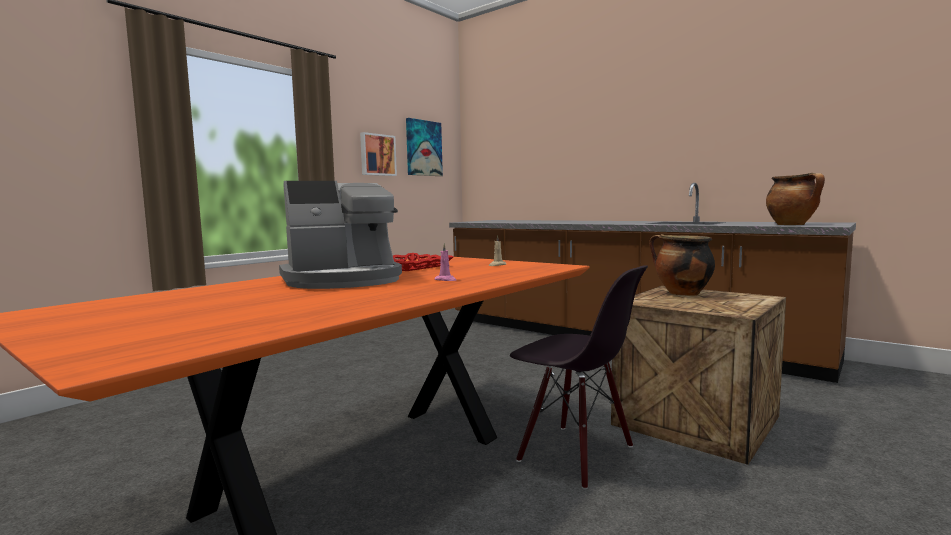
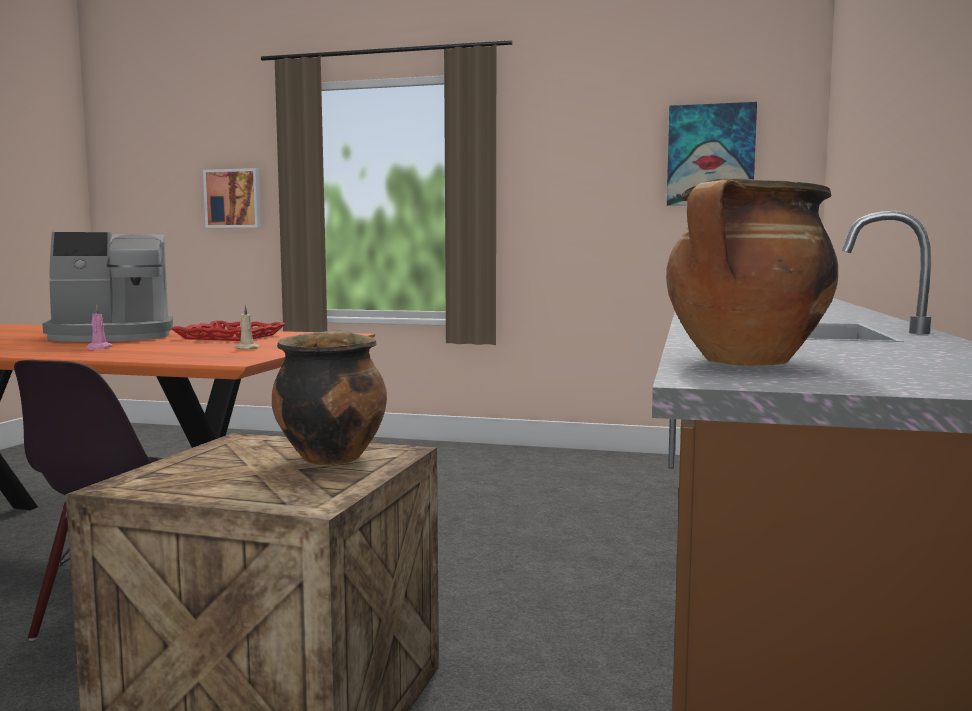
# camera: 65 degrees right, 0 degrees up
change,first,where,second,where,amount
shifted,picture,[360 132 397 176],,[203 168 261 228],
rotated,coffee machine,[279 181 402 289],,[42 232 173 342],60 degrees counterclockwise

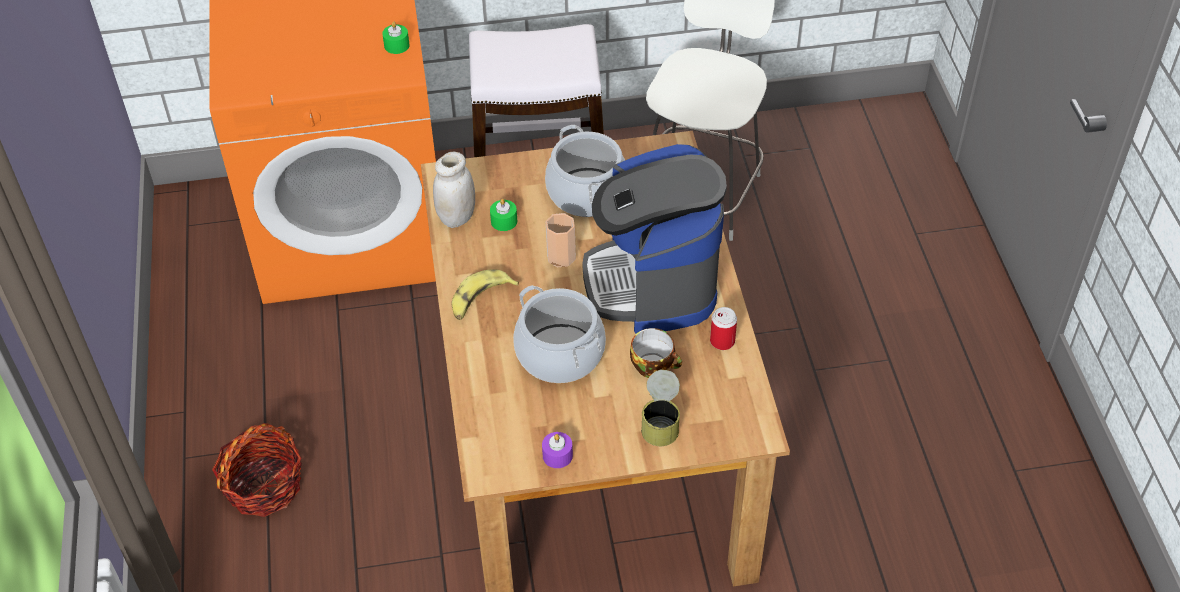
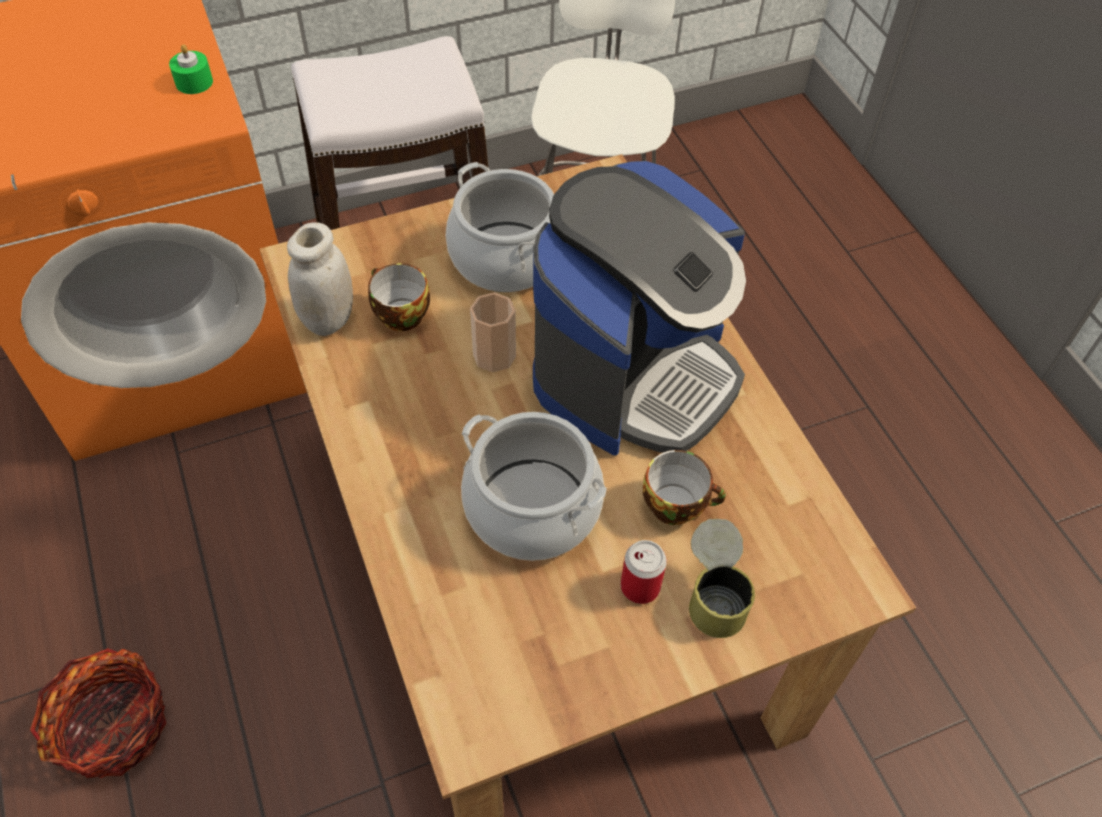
# camera: 15 degrees left, 5 degrees up
change,first,where,second,where,amount
rotated,coffee machine,[583 144 727 334],,[533 161 746 456],120 degrees counterclockwise
swapped,wax candle/green,[490 199 517 231],small cup,[368 263 430 331],
gone,banana fruit,[452 269 519 320],,,
shifted,can,[710 307 737 350],,[621 540 667 604],
gone,wax candle/purple-coloured,[542 432 573 468],,,

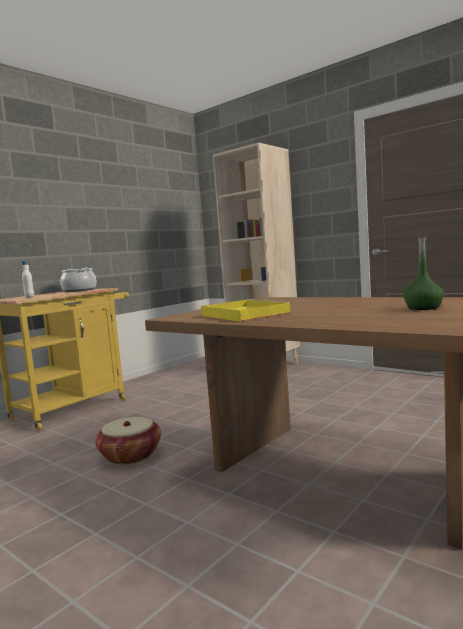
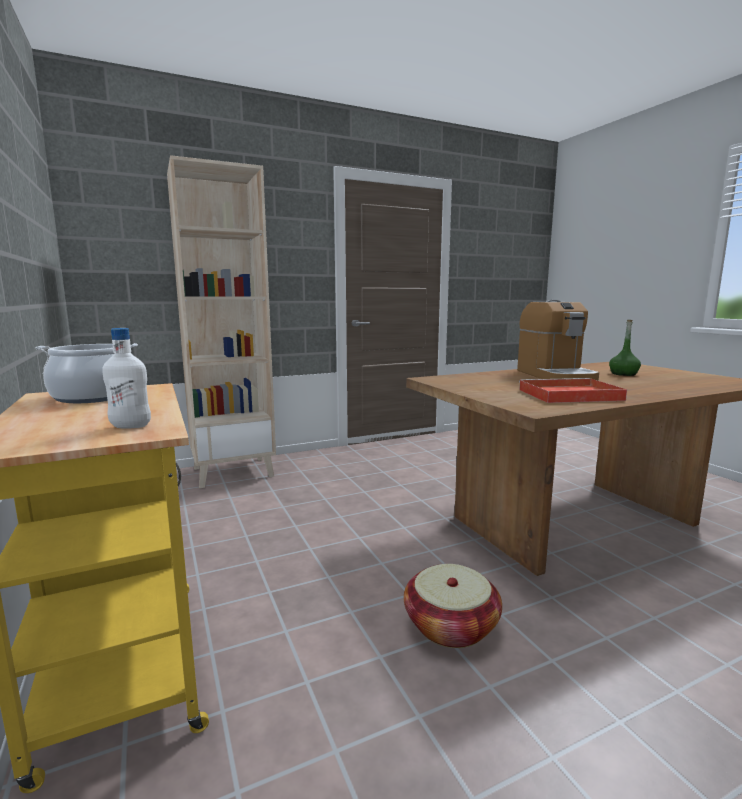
# camera: 65 degrees left, 5 degrees up
change,first,where,second,where,amount
repainted,serving tray/yellow,[201 299 292 322],serving tray/reddish,[519 378 627 403],
new,,,coffee machine,[517 300 599 381],

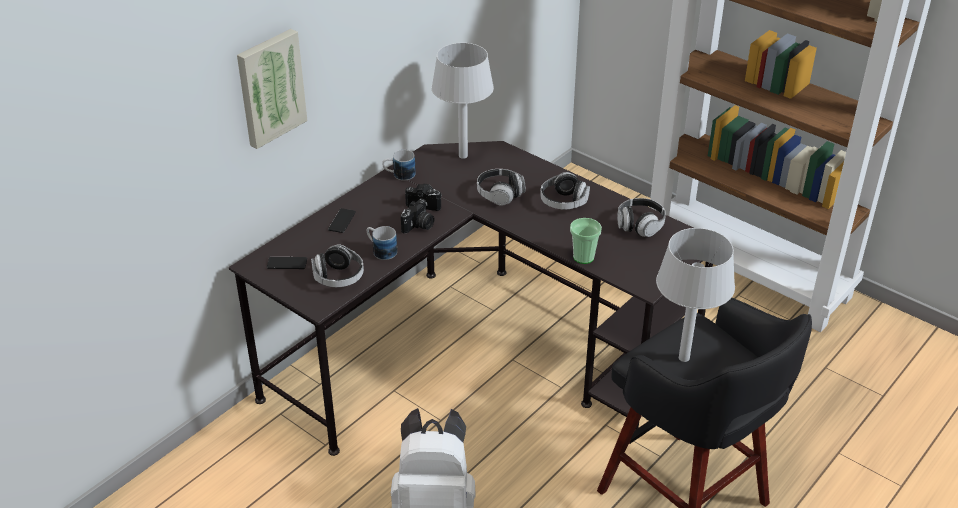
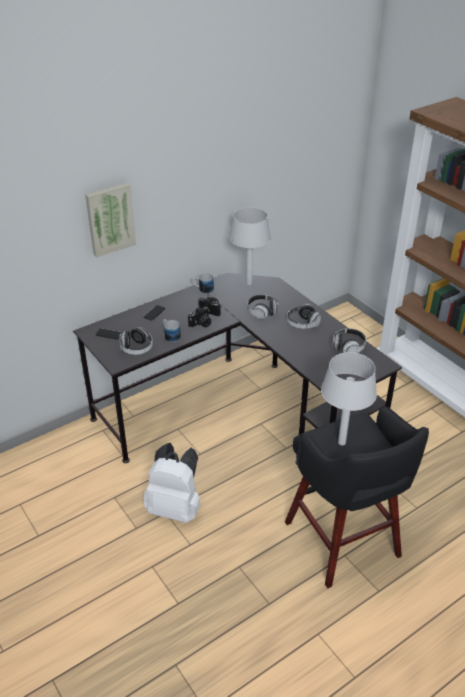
# camera: 15 degrees right, 0 degrees up
change,first,where,second,where,amount
gone,small cup,[570 218 602 264],,,

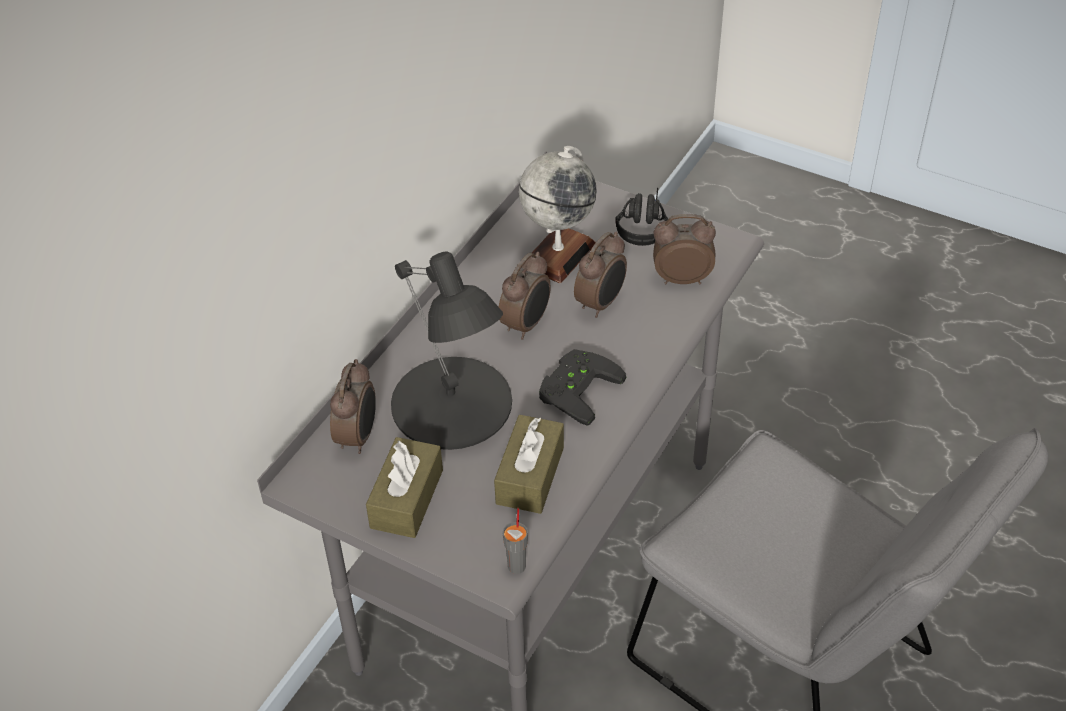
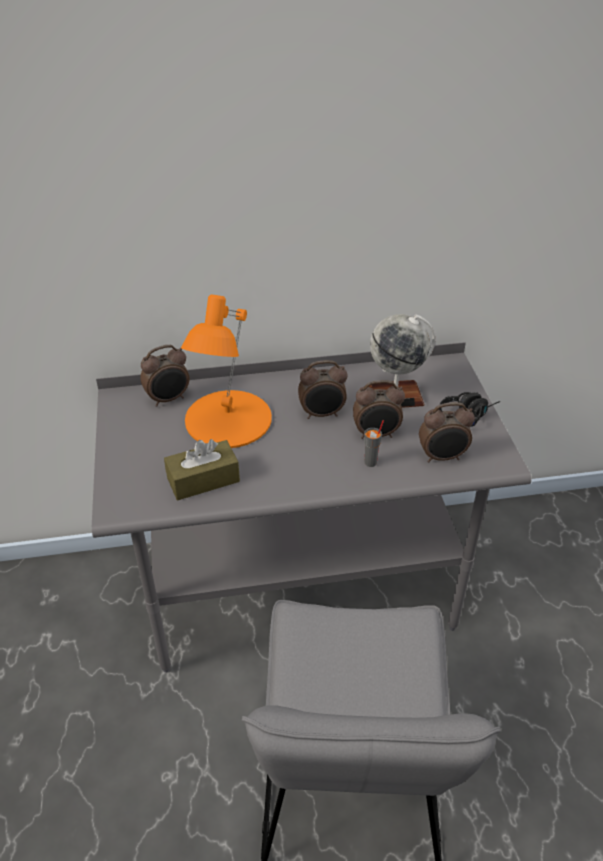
# camera: 50 degrees right, 5 degrees down
change,first,where,second,where,amount
rotated,bedside clock,[653 214 716 285],,[419 402 475 463],120 degrees clockwise
repainted,lamp for a table/black,[391 251 512 450],lamp for a table/orange,[181 294 272 448],
gone,game controller/black,[539 349 626 426],,,
gone,tissue holder/brown,[366 437 443 538],,,
shifted,small cup/grey,[502 508 528 574],,[364 420 384 467],

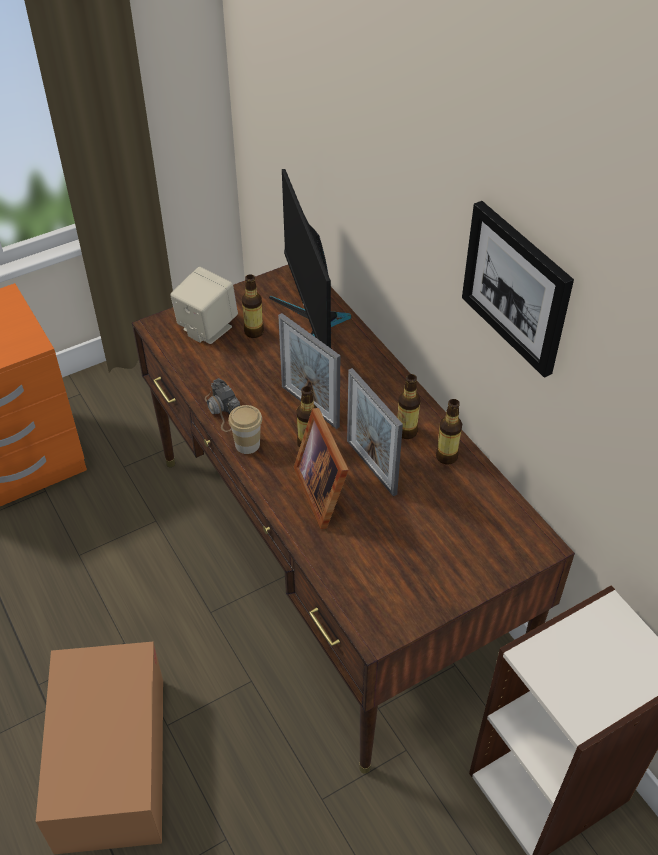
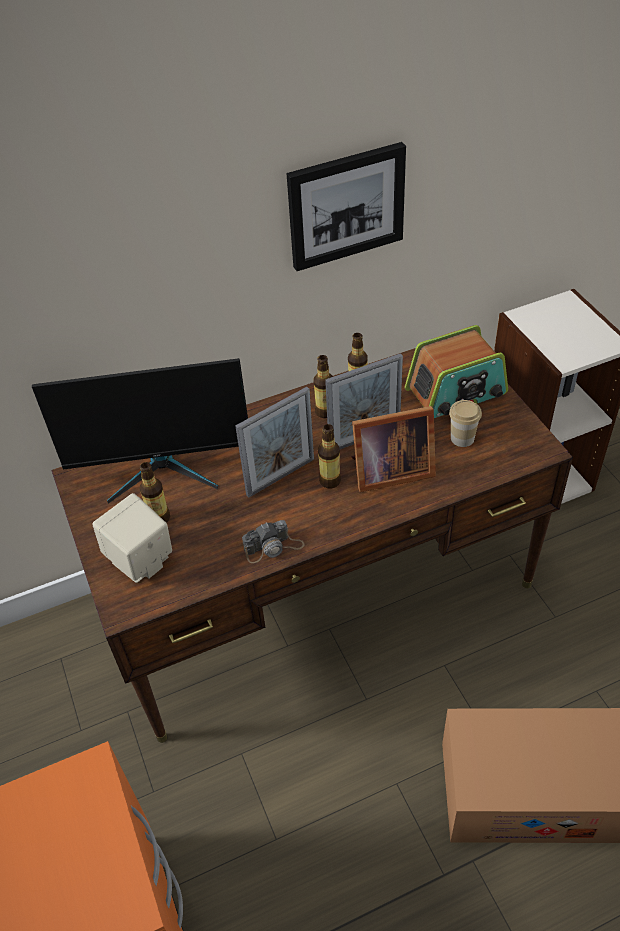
# camera: 80 degrees left, 0 degrees up
change,first,where,second,where,amount
shifted,small cup,[228 405 262 454],,[449 400 482 447],
new,,,radio receiver,[404 325 508 418],

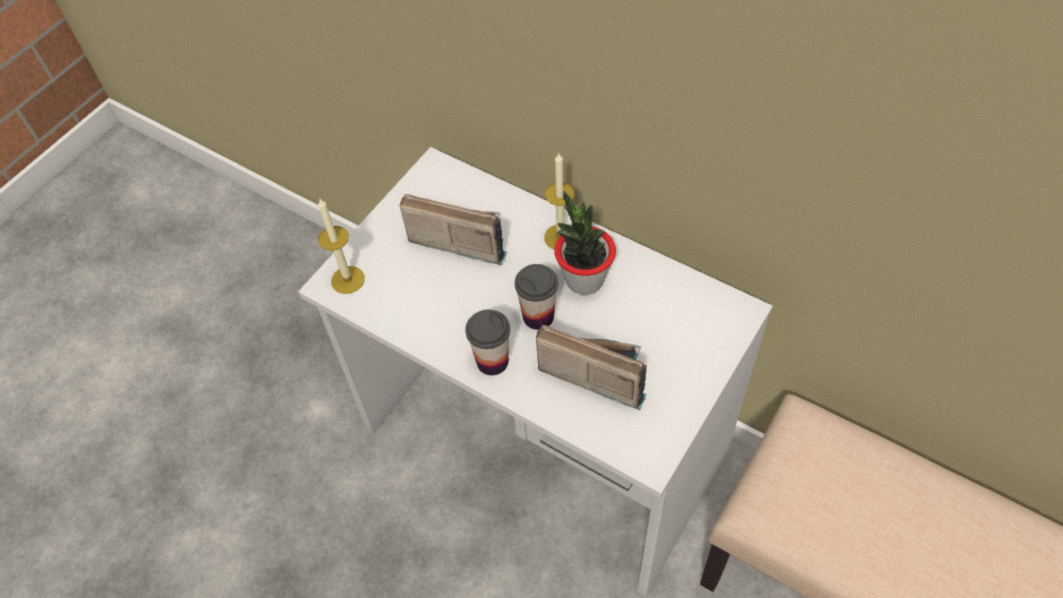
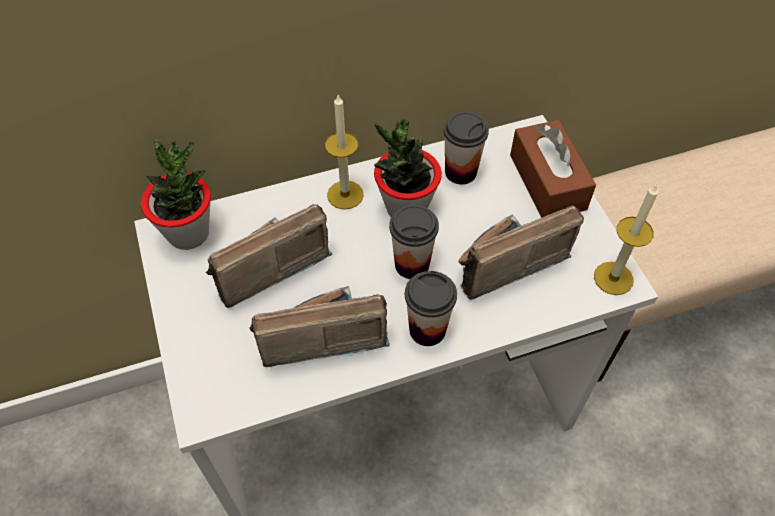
# camera: 55 degrees left, 0 degrees up
change,first,where,second,where,amount
shifted,wax candle,[318 199 365 294],,[594 184 658 295],
new,,,small cup,[443 111 489 184],
new,,,tissue holder/brown,[510 120 596 218],
new,,,potted plant,[141 139 211 250],
new,,,radio receiver,[249 286 390 367],

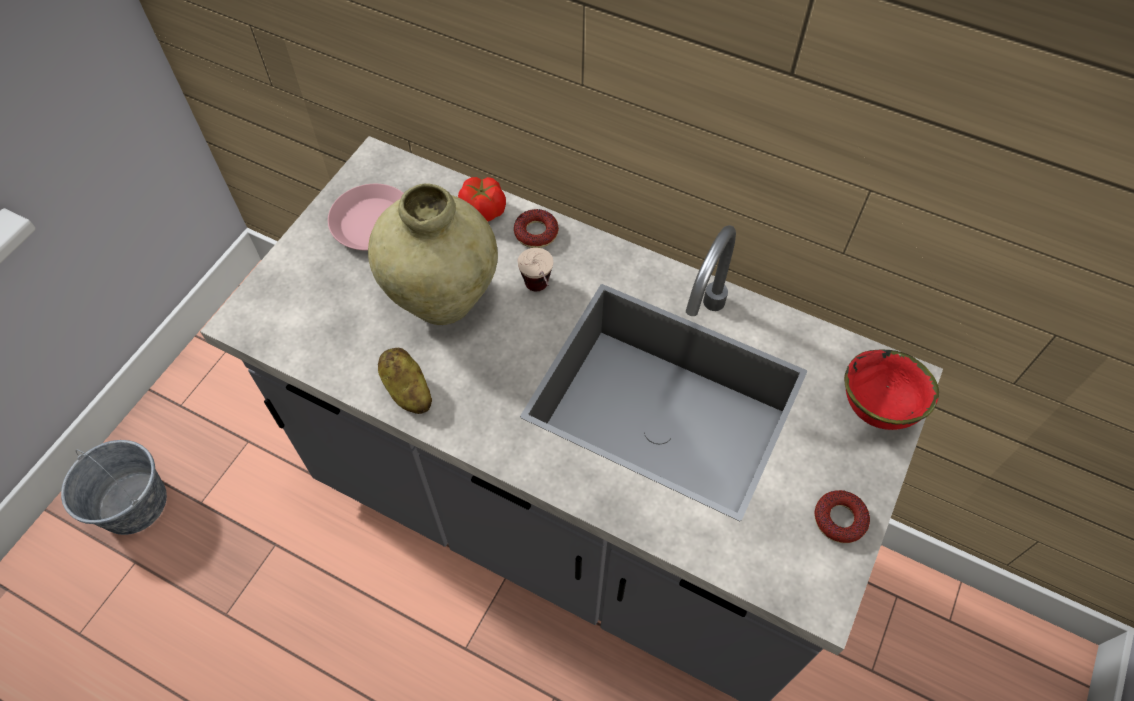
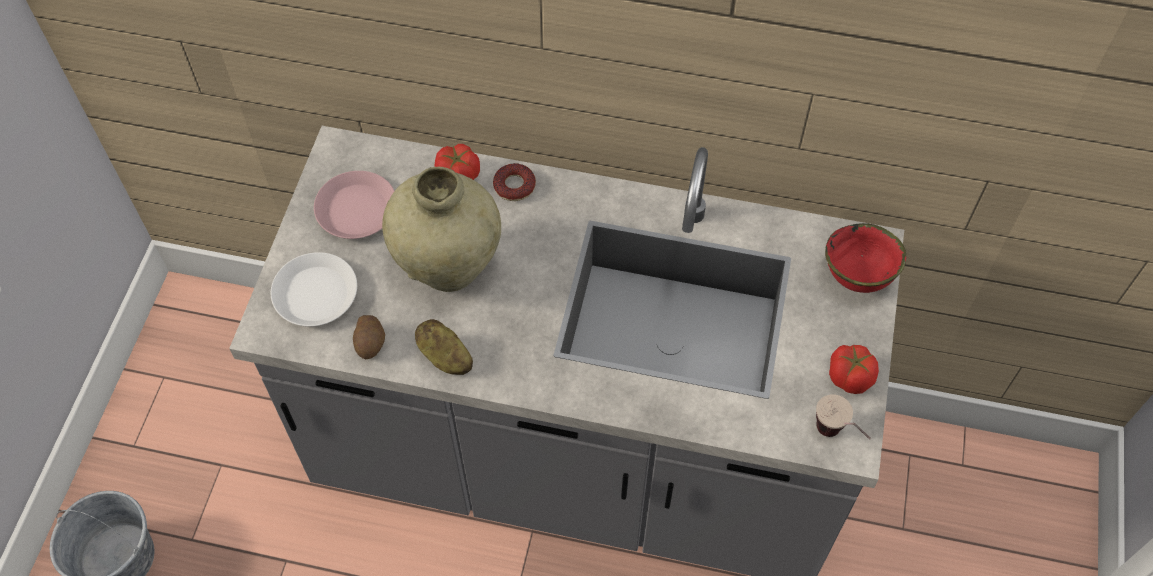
# camera: 15 degrees left, 0 degrees up
change,first,where,second,where,amount
shifted,small cup,[518 248 553 291],,[816 395 871 440],
swapped,donut,[814 490 870 543],tomato,[829 345 879 394],
new,,,flat dish/white-coloured,[271 252 357 327],
new,,,potato,[353 315 385 360],

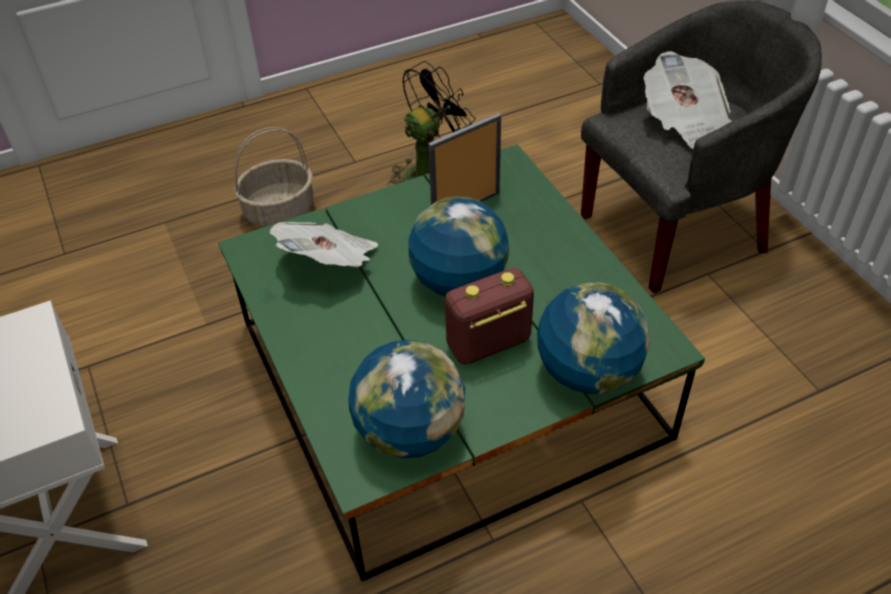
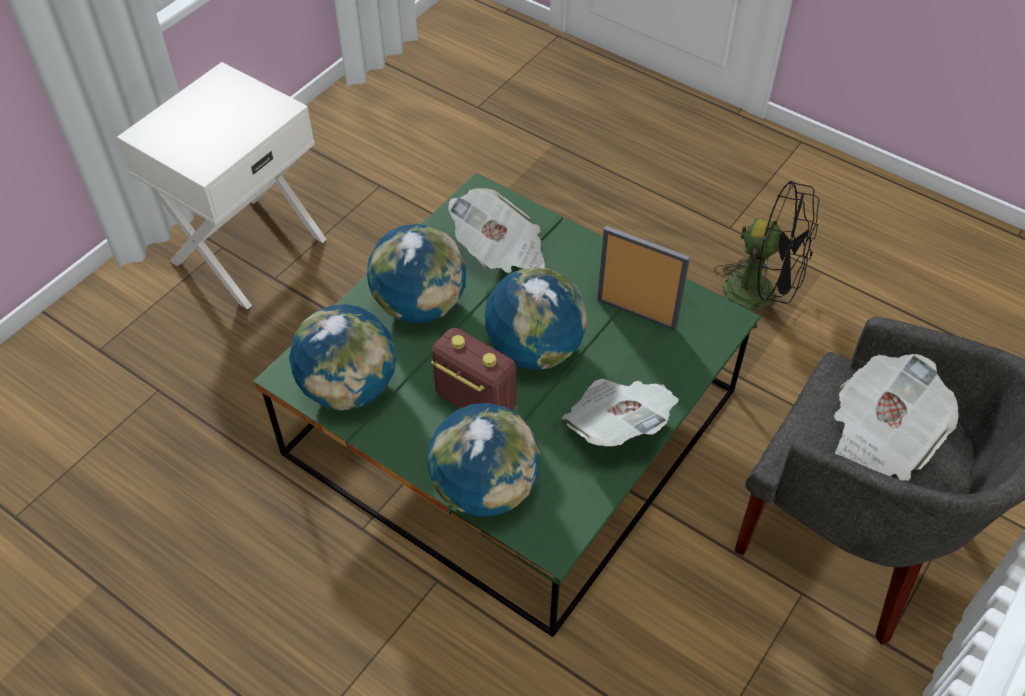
# camera: 60 degrees right, 5 degrees up
change,first,where,second,where,amount
gone,basket,[234 127 313 227],,,
new,,,globe,[367 224 466 324],
new,,,daily paper,[562 379 679 446],

